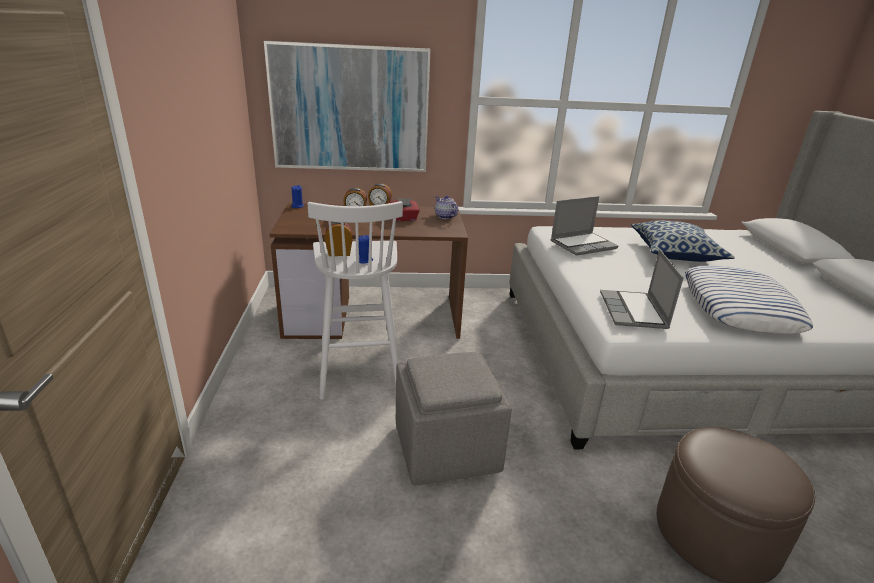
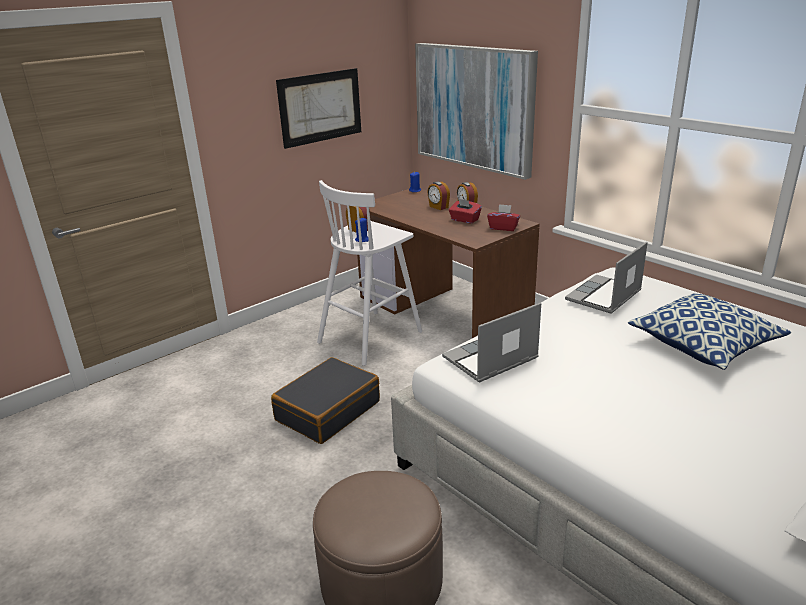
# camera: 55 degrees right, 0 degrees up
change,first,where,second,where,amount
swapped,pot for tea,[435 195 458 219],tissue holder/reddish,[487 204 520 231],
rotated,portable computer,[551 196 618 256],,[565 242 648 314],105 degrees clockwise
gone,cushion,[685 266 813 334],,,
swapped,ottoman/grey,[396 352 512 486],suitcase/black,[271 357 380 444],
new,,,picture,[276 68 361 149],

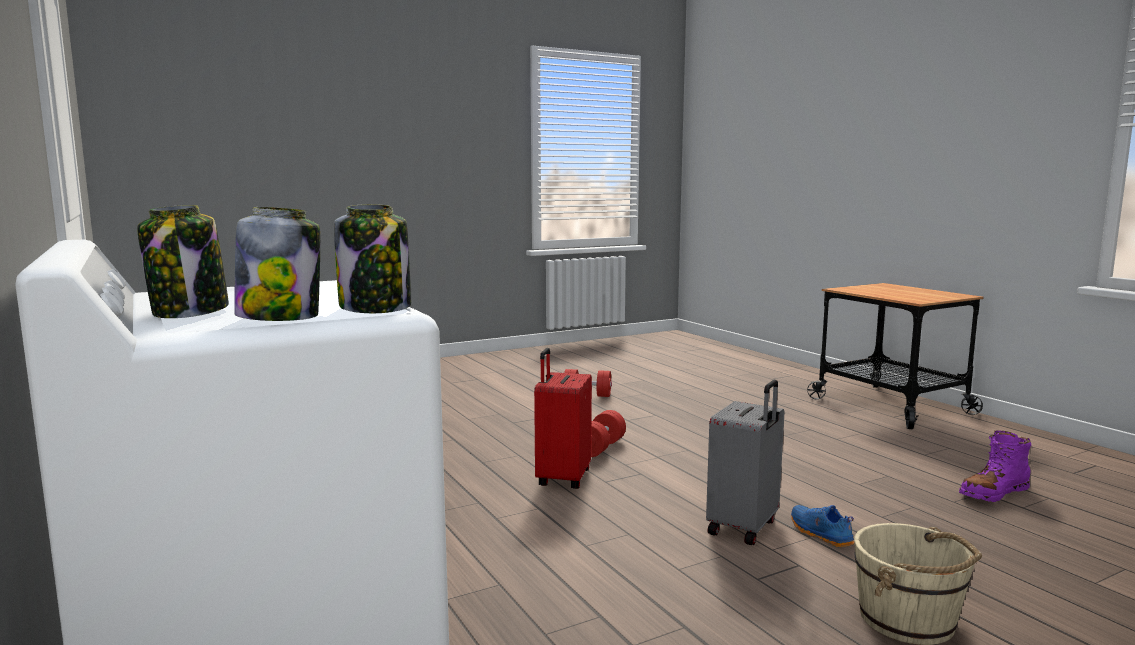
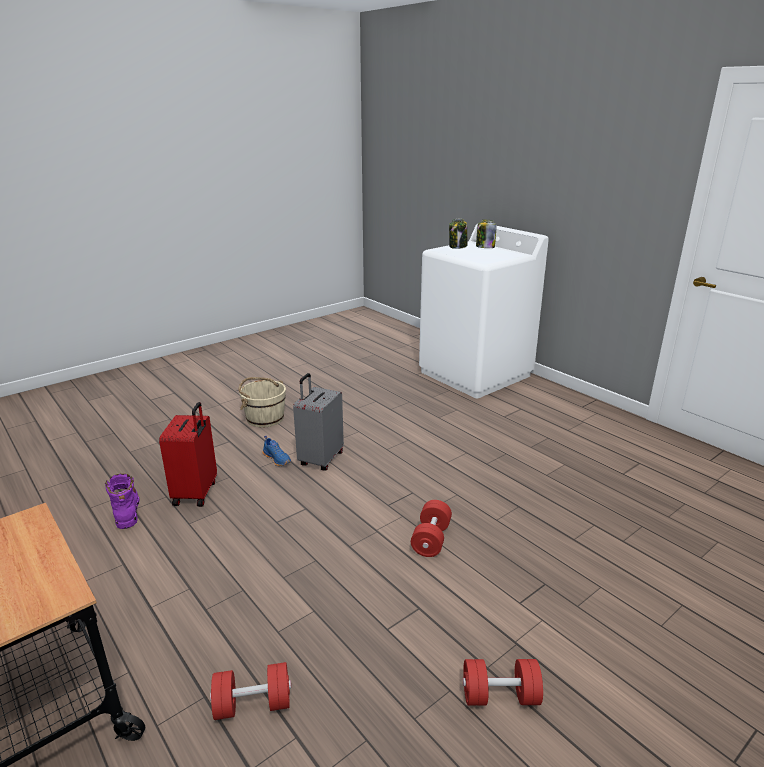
# camera: 170 degrees right, 15 degrees up
change,first,where,second,where,amount
gone,preserve jar,[334 204 411 313],,,
shifted,suitcase/reddish,[534 348 592 489],,[159 402 217 507],
rotated,high-top boot/purple-coloured,[959 430 1031 502],,[105 474 139 529],75 degrees counterclockwise
new,,,dumbbell/reddish,[210 662 291 720],

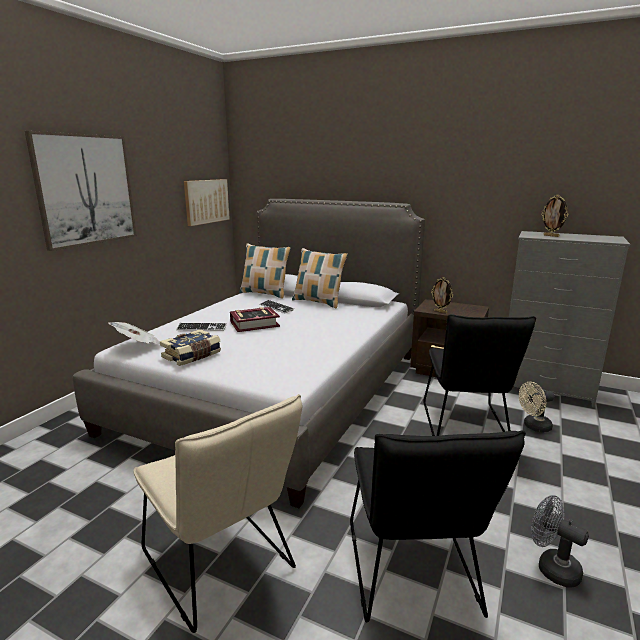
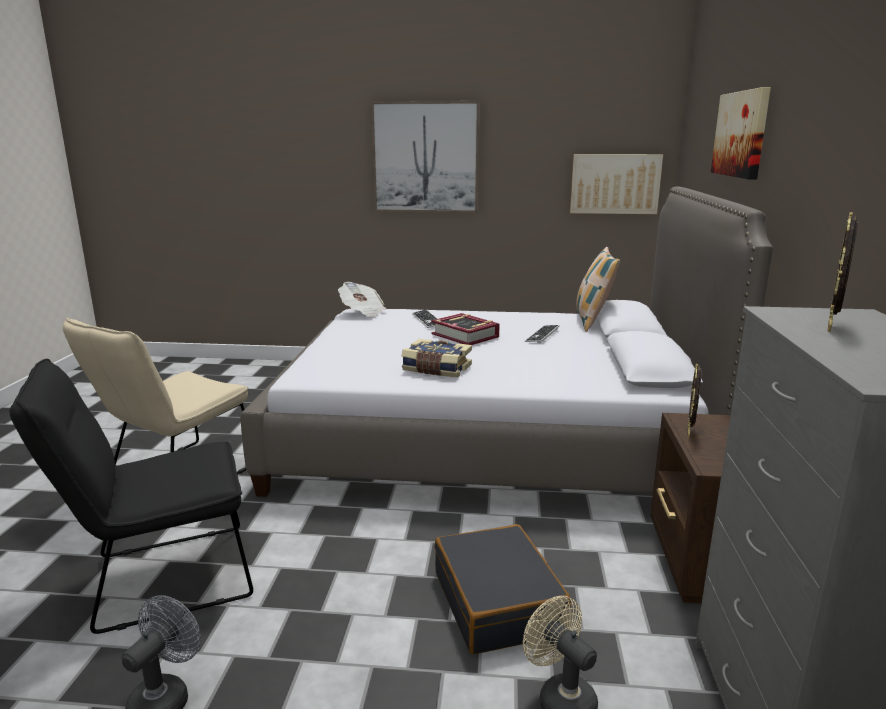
# camera: 70 degrees right, 0 degrees up
change,first,where,second,where,amount
gone,cushion,[292 248 348 308],,,
swapped,chair/black,[423 314 536 436],suitcase/black,[435 524 571 654],
shifted,volume,[160 329 221 366],,[401 339 472 377],
new,,,picture,[711 87 771 179],

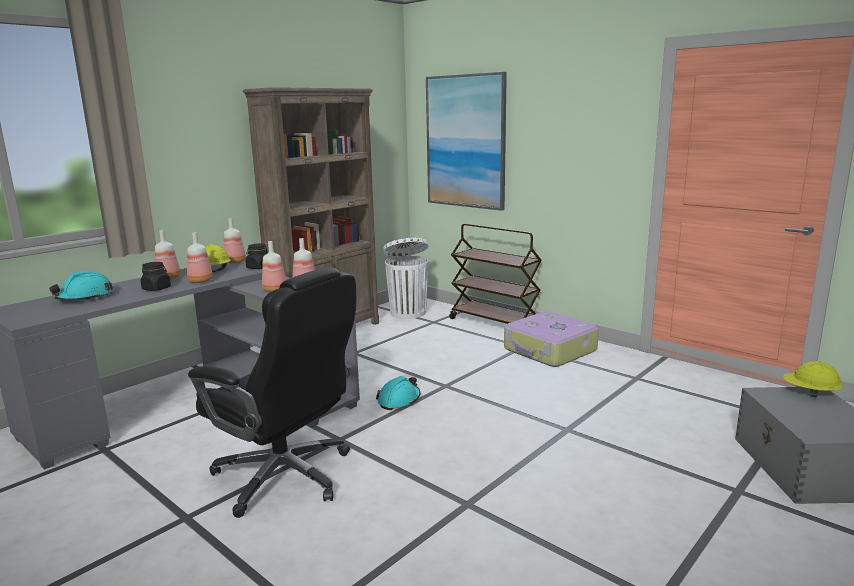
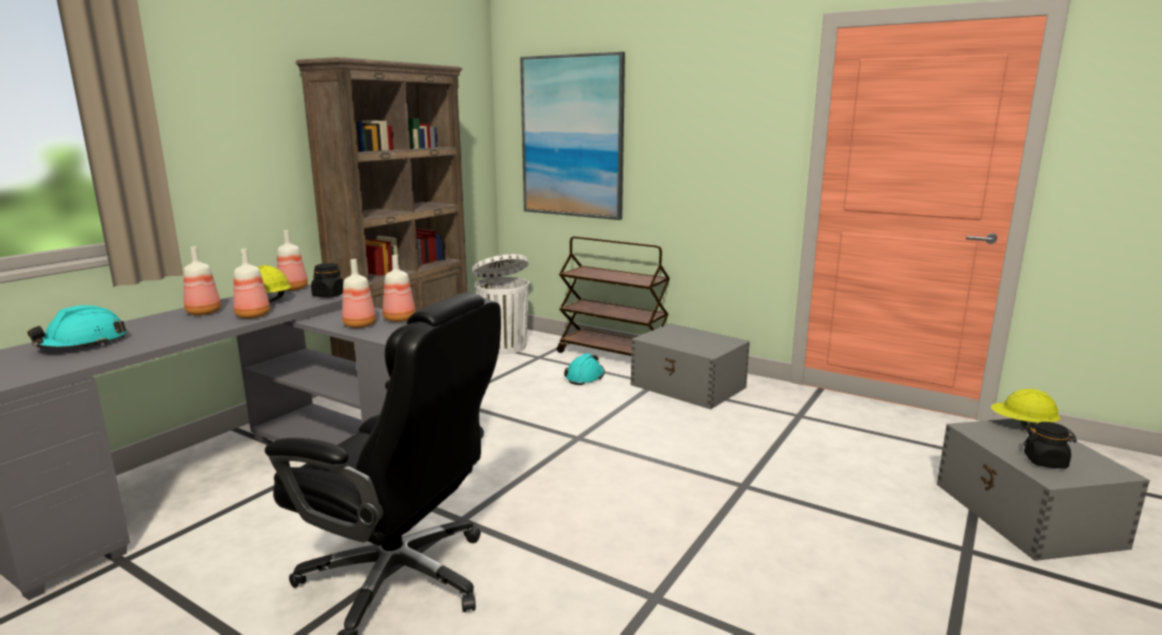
# camera: 10 degrees left, 0 degrees up
change,first,where,second,where,amount
shifted,preserve jar/black,[141 262 171 291],,[1024 422 1077 469],
swapped,suitcase,[504 311 599 367],storage bin/grey,[631 323 750 409],
shifted,safety helmet/turquoise,[376 376 420 410],,[564 353 605 385],

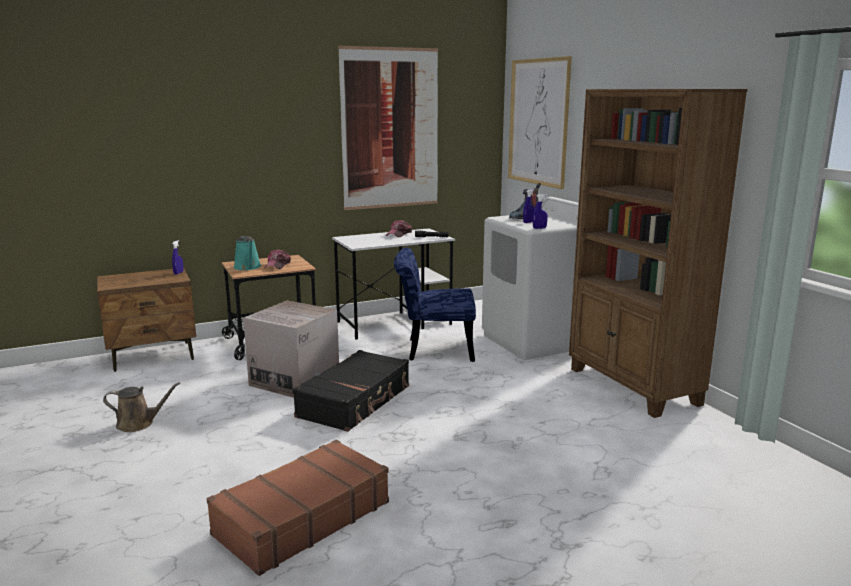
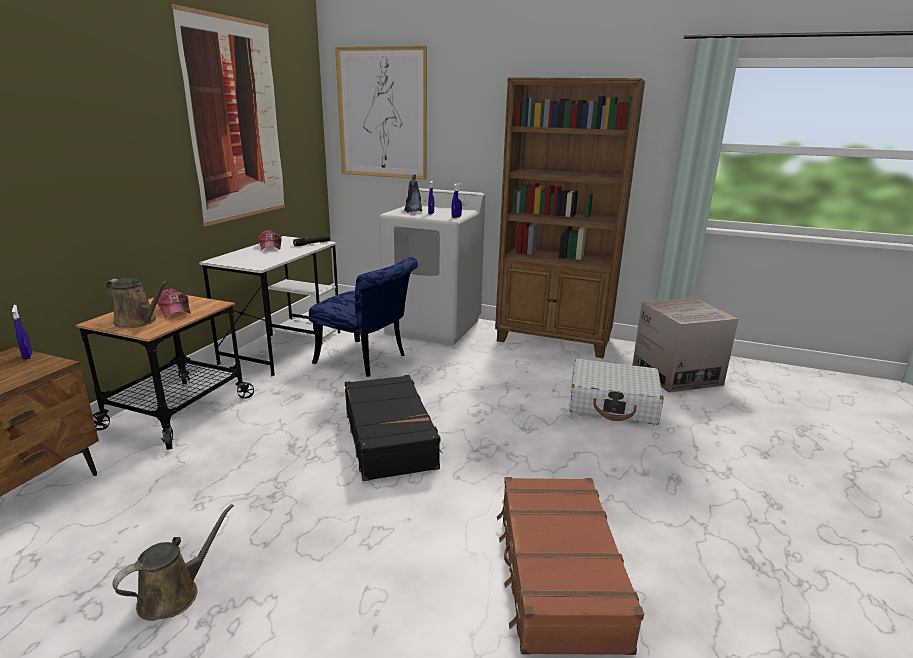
# camera: 45 degrees left, 5 degrees up
change,first,where,second,where,amount
repainted,watering can/turquoise,[234 236 261 270],watering can/brown,[105 278 168 328],
rotated,chair/blue-coloured,[394 248 476 362],,[309 257 418 377],105 degrees counterclockwise
shifted,carton,[243 301 339 398],,[632 298 739 393],
new,,,suitcase/white-coloured,[569 359 664 425],

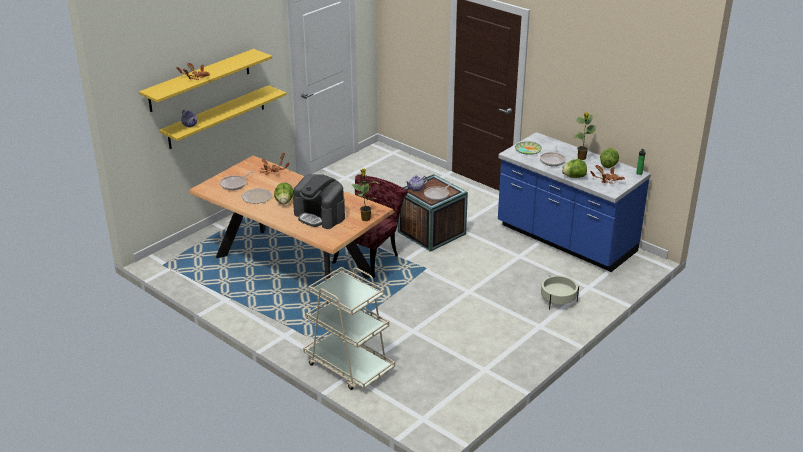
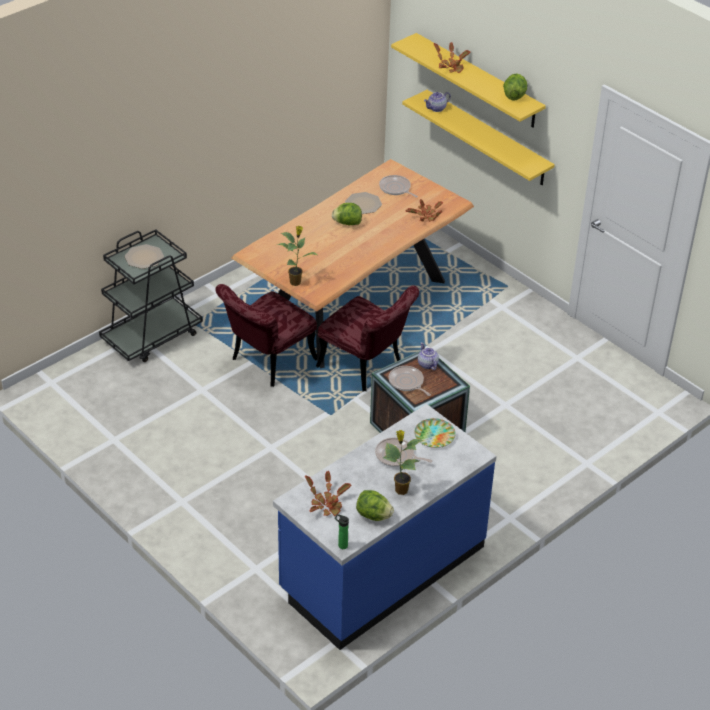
# camera: 95 degrees right, 10 degrees up
change,first,where,second,where,amount
shifted,lettuce head,[562 159 587 178],,[503 73 528 101],
gone,coffee machine,[293 174 345 229],,,
repainted,cart/beige-coloured,[303 267 395 390],cart/black,[99 229 203 362],
gone,flower pot/beige-coloured,[541 275 579 310],,,
new,,,flat dish,[125 244 164 269],
new,,,chair/reddish,[215 284 317 387],

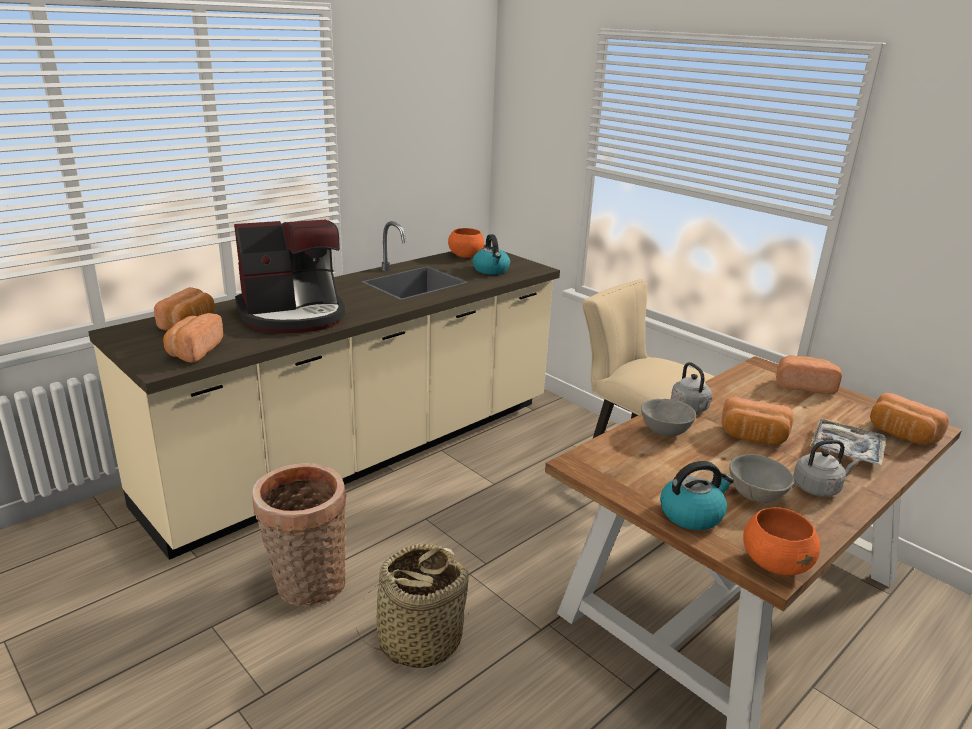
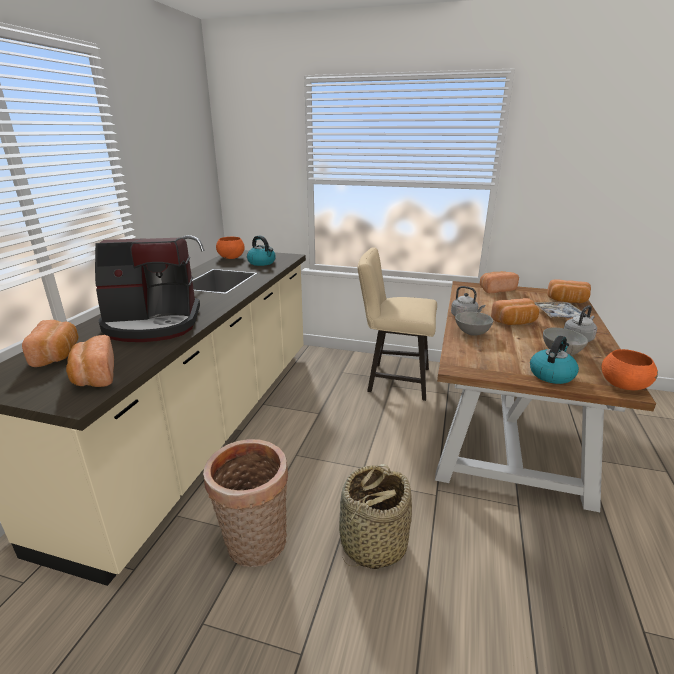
# camera: 30 degrees left, 0 degrees up
change,first,where,second,where,amount
rotated,coffee machine,[234 219 345 333],,[95 237 200 342],45 degrees clockwise

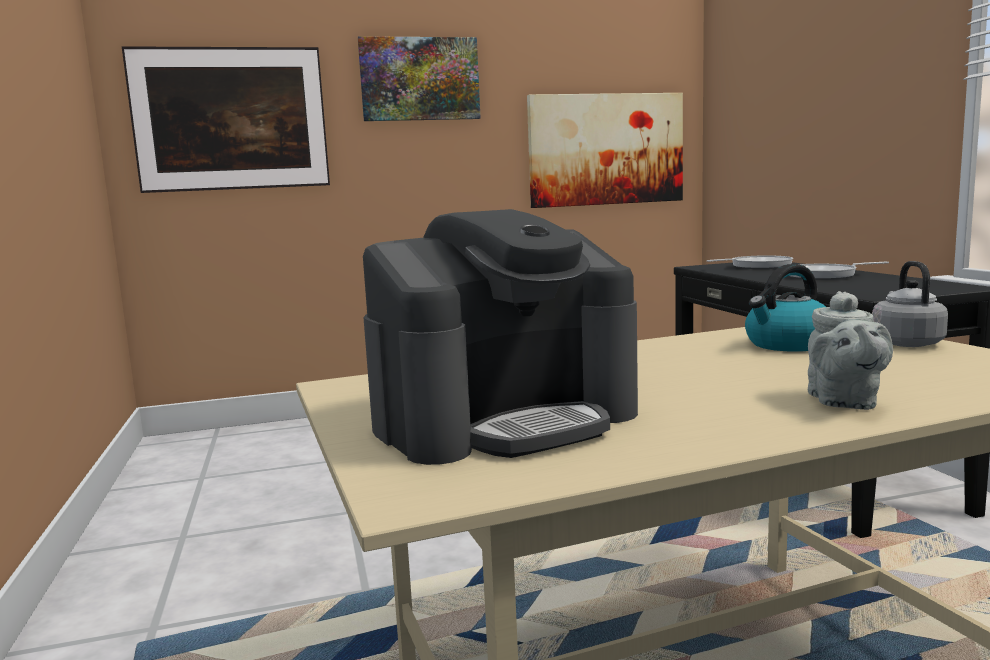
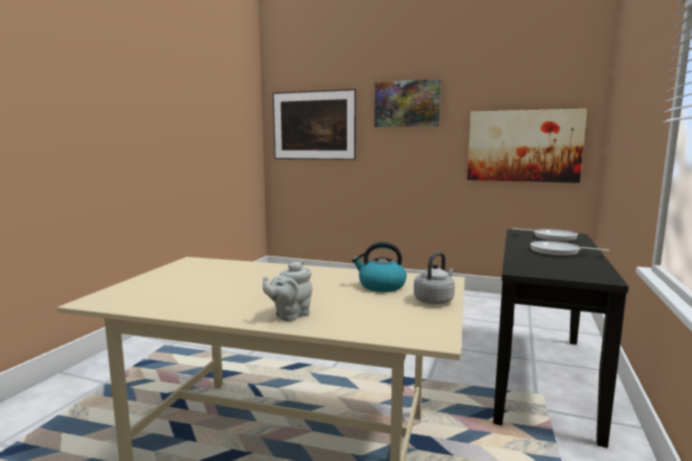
# camera: 35 degrees right, 0 degrees up
change,first,where,second,where,amount
gone,coffee machine,[363 209 638 465],,,

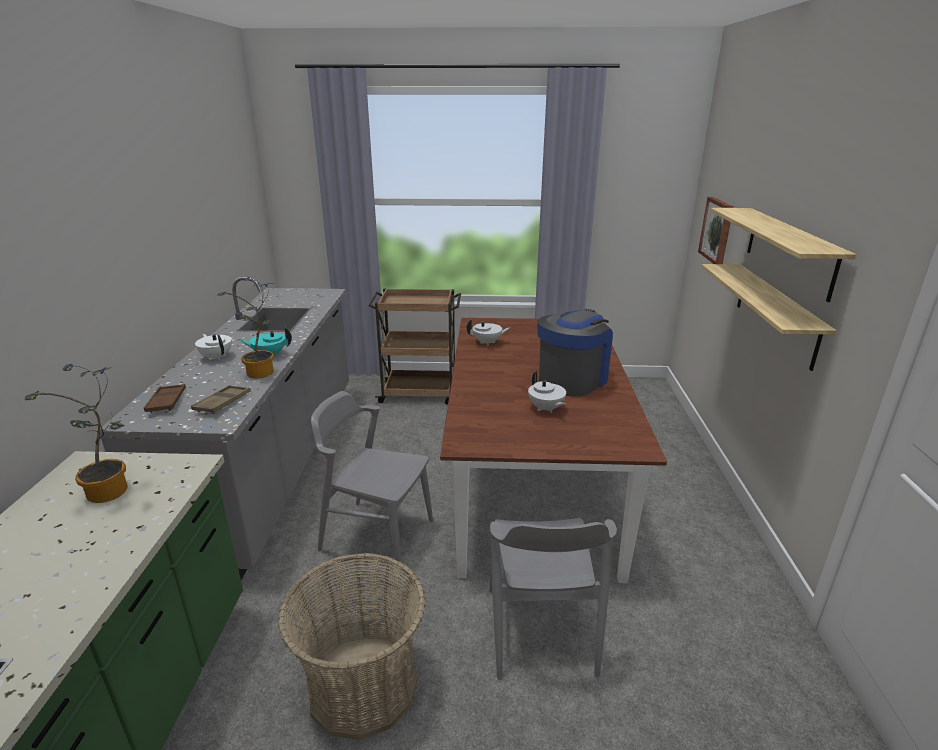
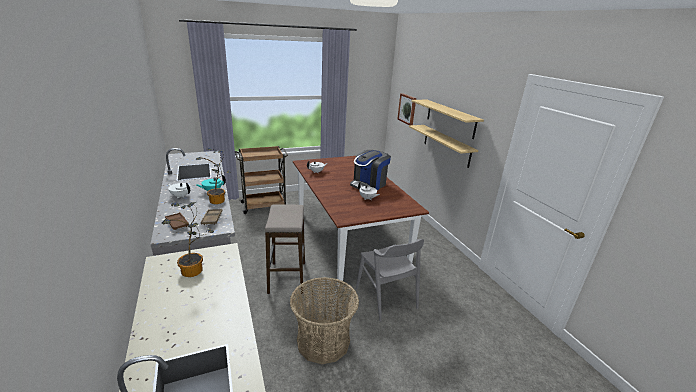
# camera: 25 degrees left, 0 degrees up
change,first,where,second,where,amount
rotated,coffee machine,[537 309 613 397],,[350 150 391 190],150 degrees counterclockwise
swapped,chair/grey,[311 391 433 570],stool seat,[265 204 305 294],

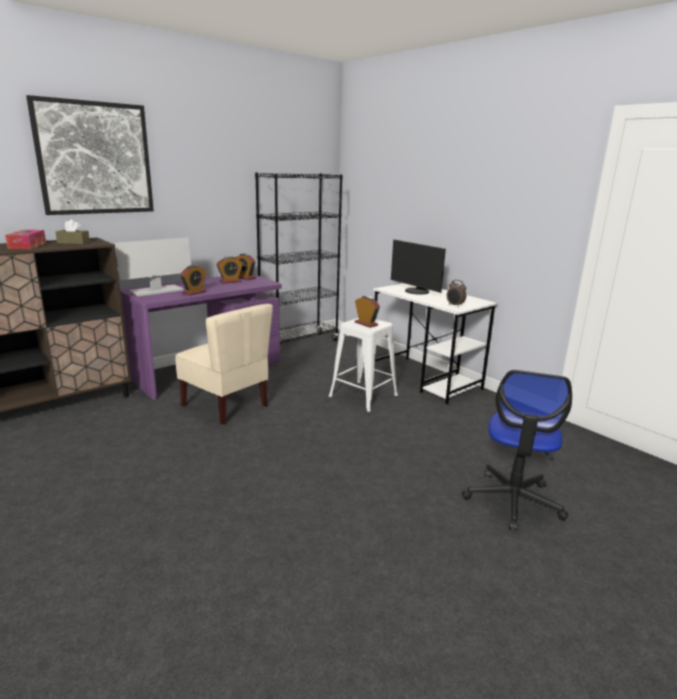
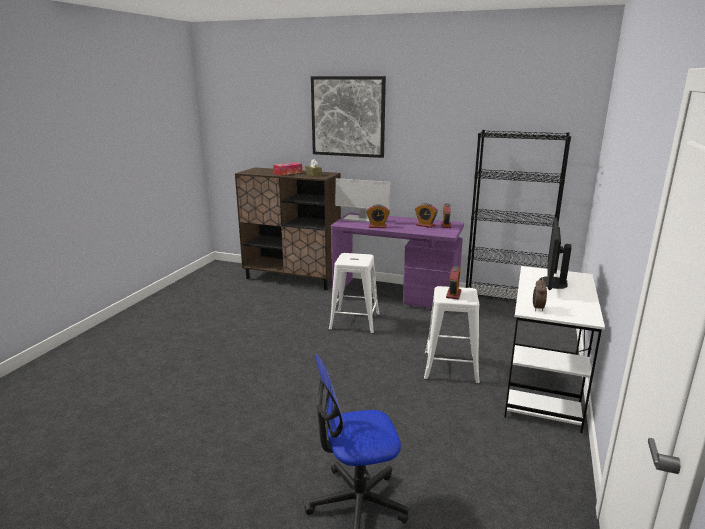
# camera: 60 degrees right, 0 degrees up
change,first,where,second,where,amount
swapped,chair/beige-coloured,[175 304 273 425],stool seat/white-coloured,[329 253 380 334],

